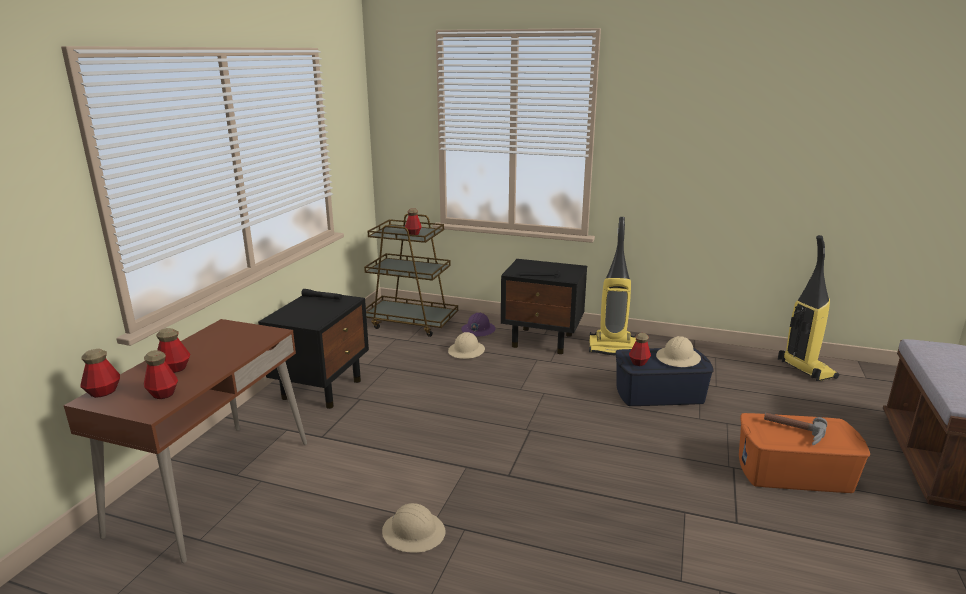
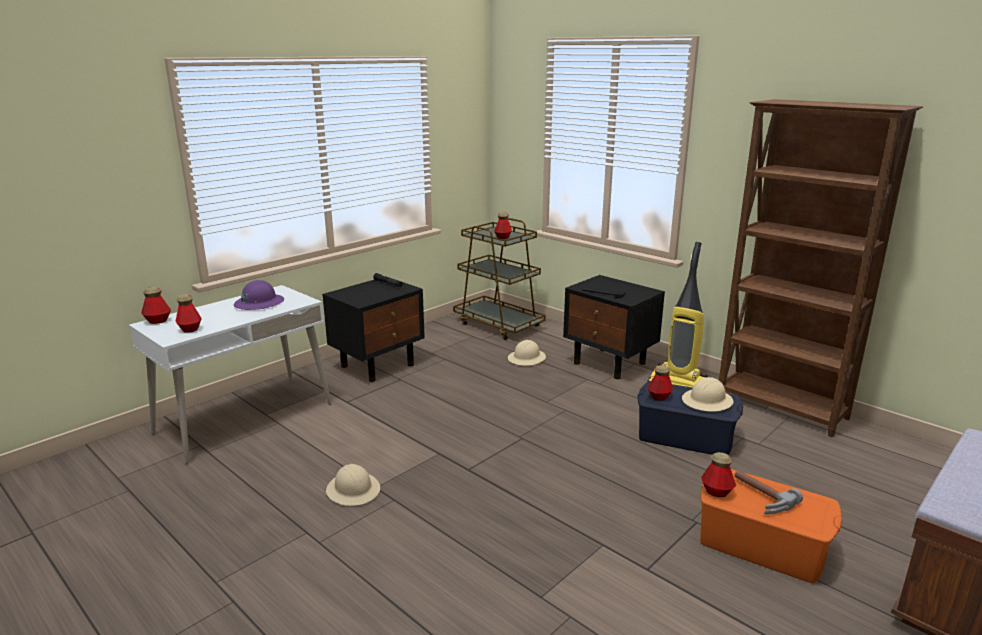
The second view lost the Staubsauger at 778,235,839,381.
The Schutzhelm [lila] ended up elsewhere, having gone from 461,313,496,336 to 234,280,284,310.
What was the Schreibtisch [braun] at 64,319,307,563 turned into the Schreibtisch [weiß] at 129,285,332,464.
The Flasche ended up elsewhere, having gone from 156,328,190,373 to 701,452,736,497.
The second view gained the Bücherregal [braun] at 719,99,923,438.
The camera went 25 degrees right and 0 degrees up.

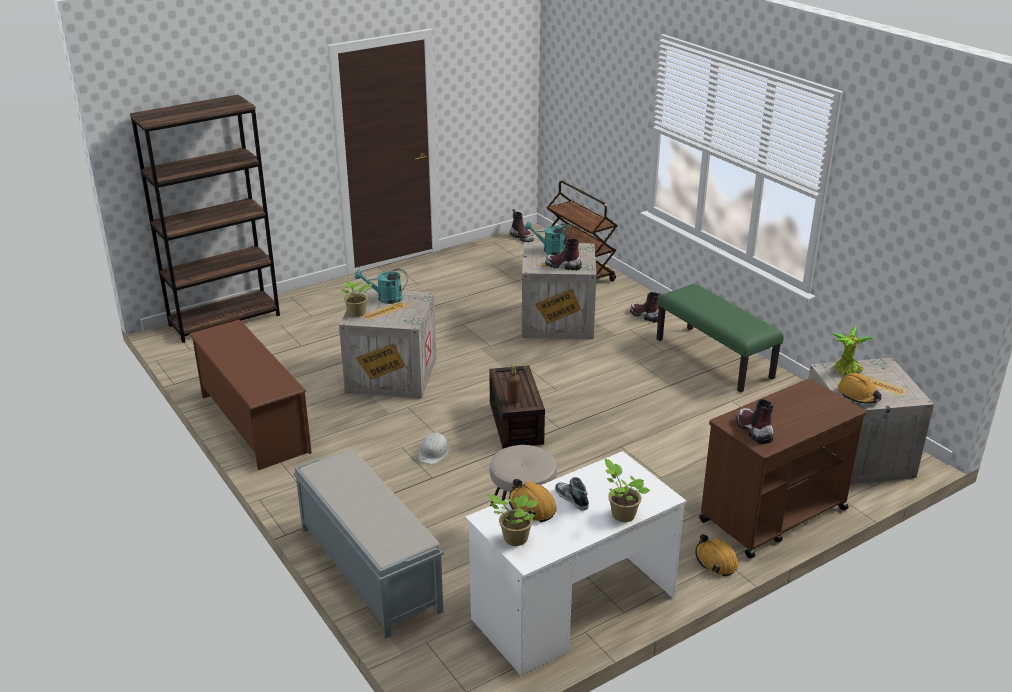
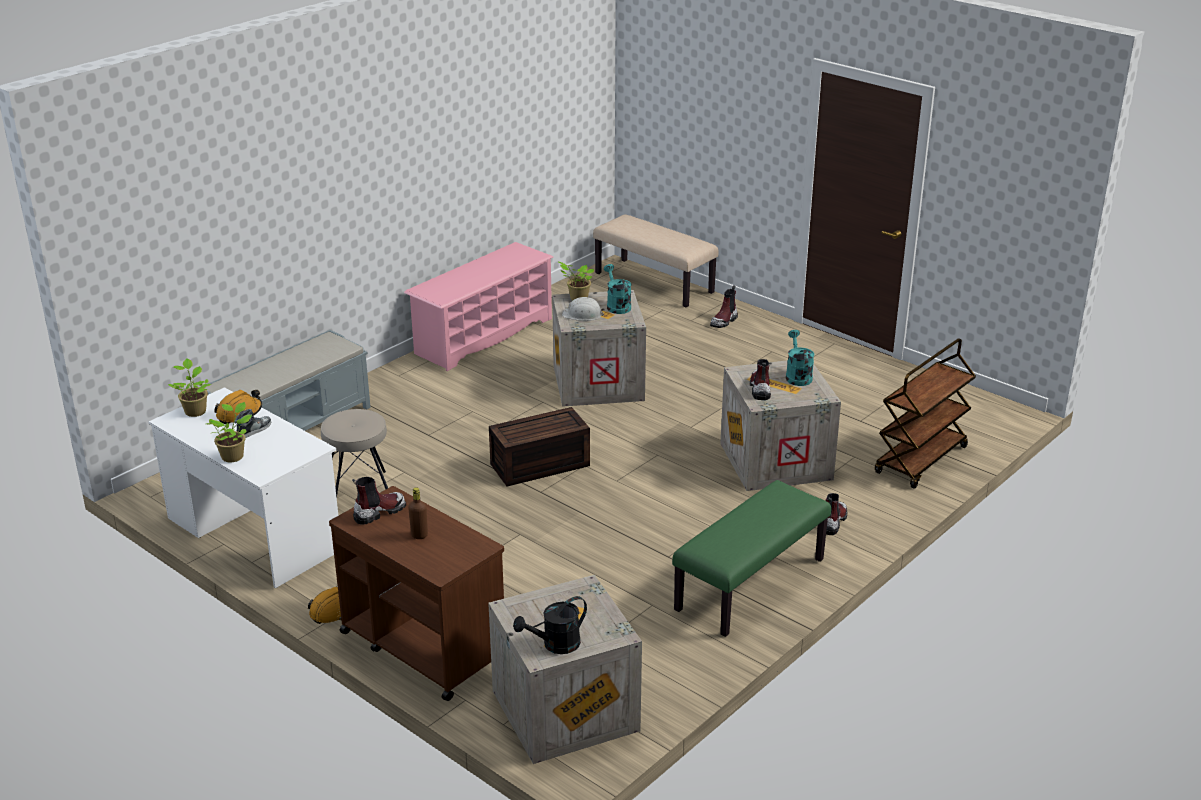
Where the Bücherregal [braun] stood at 130,95,280,343, the Bank [beige] came to stand at 593,214,719,307.
The Stiefel ended up elsewhere, having gone from 510,209,534,242 to 710,285,738,328.
What was the Schuhregal [braun] at 189,319,312,470 turned into the Schuhregal [rosa] at 404,242,553,371.
The second view lost the Topfpflanze at 830,325,874,376.
The Flasche [braun] ended up elsewhere, having gone from 507,364,520,404 to 408,487,428,539.
The second view lost the Schutzhelm [orange] at 838,373,881,404.
The Schutzhelm [weiß] ended up elsewhere, having gone from 418,433,449,464 to 562,297,605,321.
The second view gained the Gießkanne [schwarz] at 513,596,587,654.
The camera went 75 degrees right and 0 degrees up.

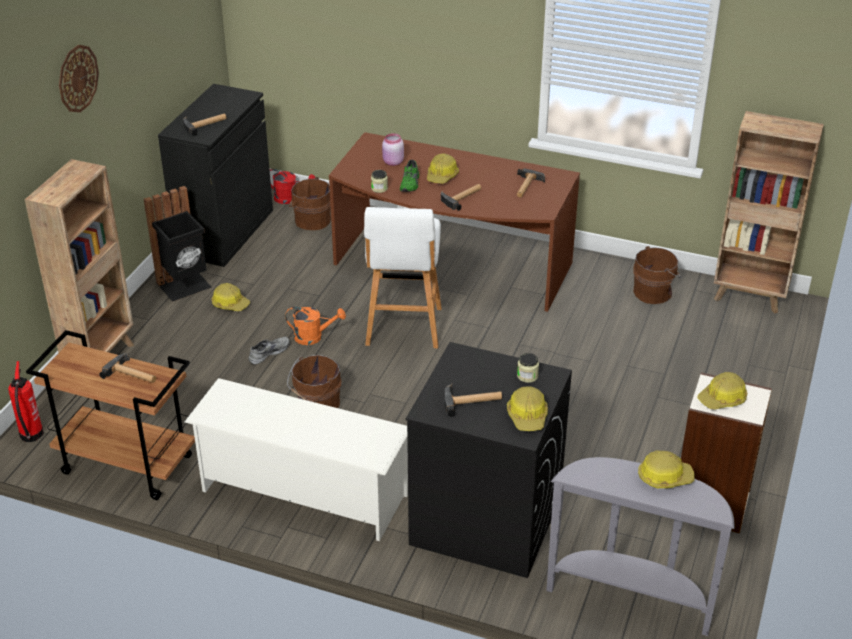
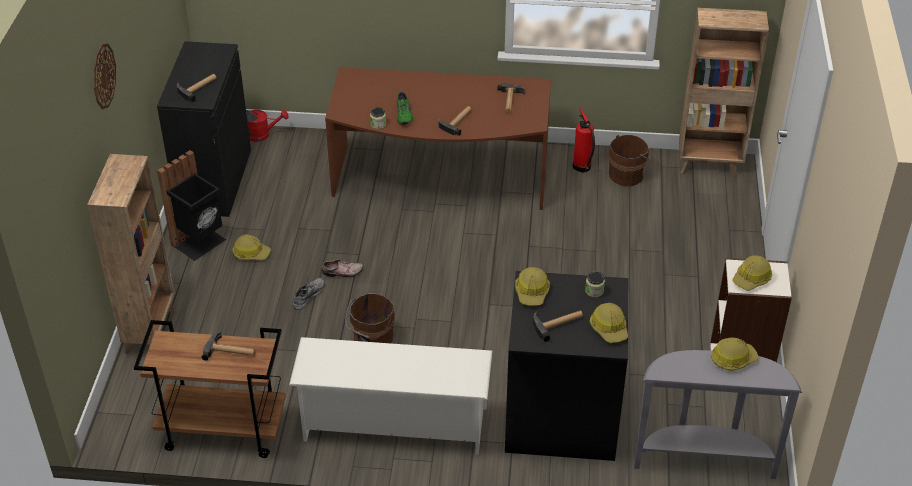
The second view lost the Vorratsglas [rosa] at 382,133,404,166.
The Schutzhelm ended up elsewhere, having gone from 427,153,459,184 to 515,267,550,306.
The second view lost the Eimer [braun] at 289,177,331,230.
The second view lost the Hocker [weiß] at 364,207,442,348.
Where the Gießkanne [orange] stood at 285,307,346,345, the Schuh came to stand at 322,259,363,278.
The Feuerlöscher ended up elsewhere, having gone from 8,361,44,442 to 573,108,595,173.
The camera went 15 degrees left and 5 degrees up.

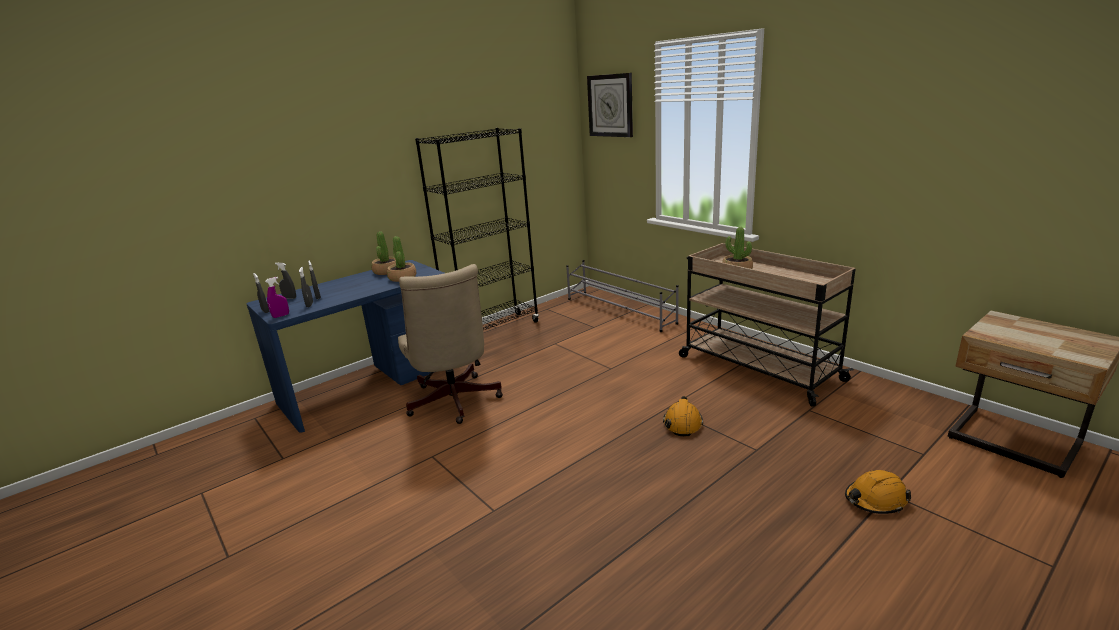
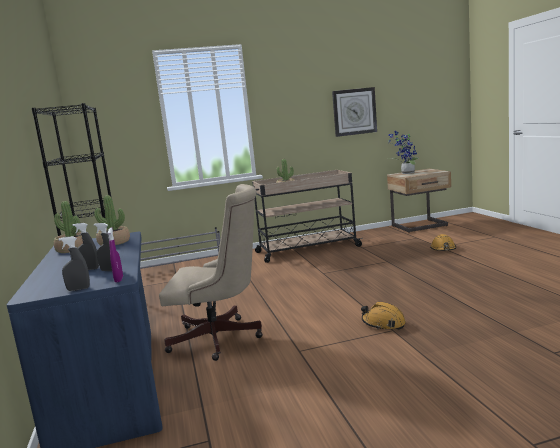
The Wanduhr ended up elsewhere, having gone from 587,73,633,137 to 332,87,377,137.
The second view lost the Sprühflasche [grau] at 275,263,296,299.
The Schutzhelm [orange] ended up elsewhere, having gone from 663,396,703,436 to 361,302,406,330.
The second view gained the Topfpflanze at 388,131,419,174.
The camera went 65 degrees left and 10 degrees down.

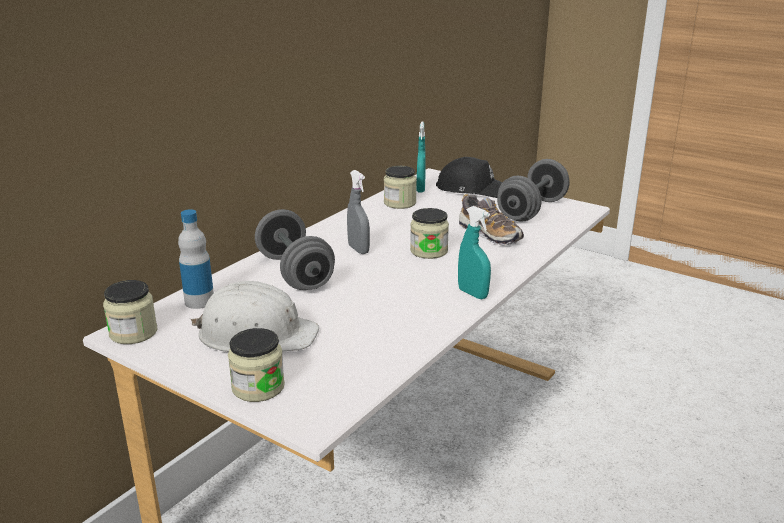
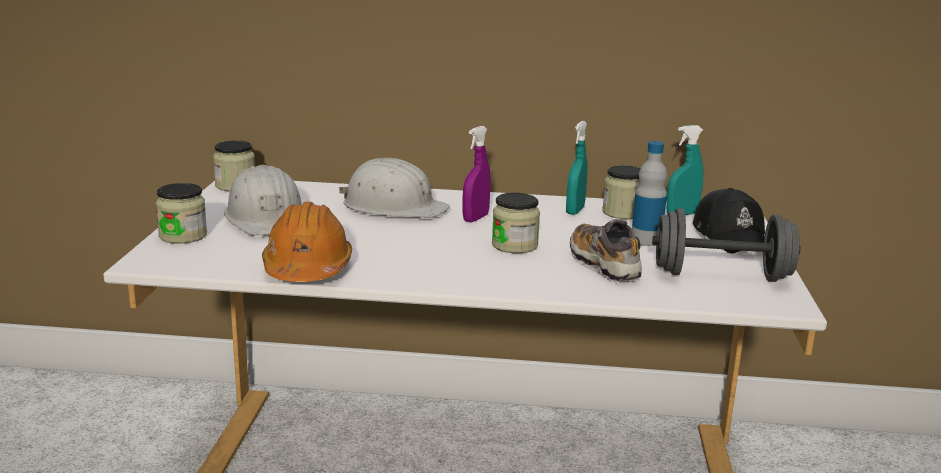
What was the Sprühflasche [grau] at 347,170,370,254 turned into the Sprühflasche [lila] at 463,126,491,222.
The Schuh at 459,194,524,246 ended up facing another way, 135 degrees clockwise from before.
The Sprühflasche [türkis] ended up elsewhere, having gone from 458,206,491,299 to 566,121,588,215.
The Flasche ended up elsewhere, having gone from 178,209,214,309 to 632,141,667,246.
Where the Hantel [grau] stood at 255,209,335,290, the Schutzhelm [weiß] came to stand at 339,158,450,218.
The second view gained the Schutzhelm [orange] at 262,202,352,282.
The camera went 60 degrees right and 5 degrees down.

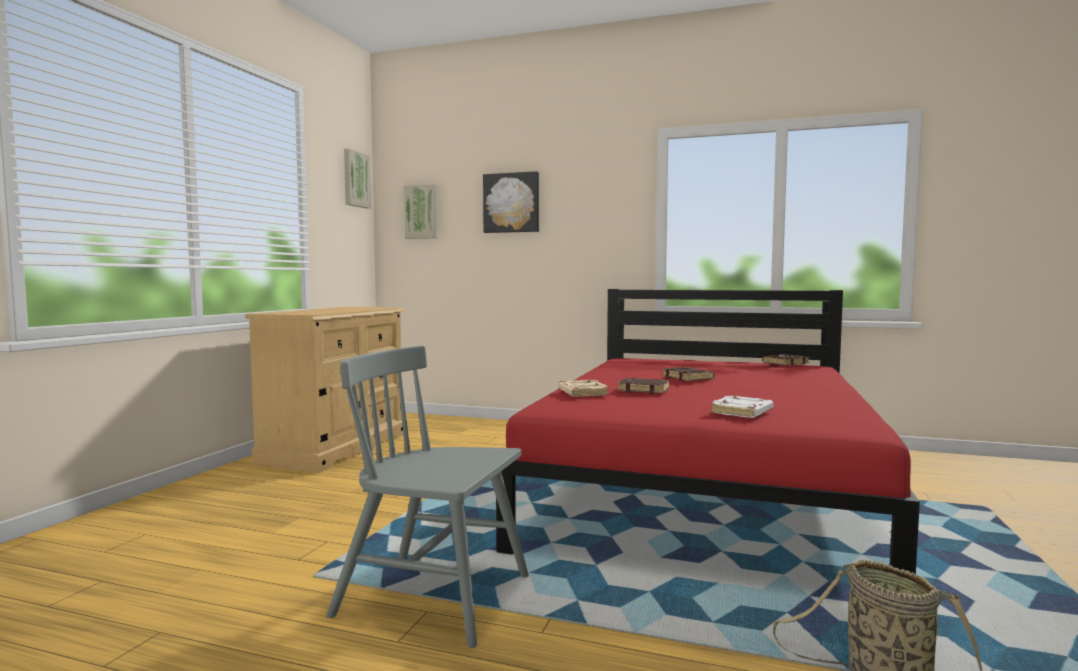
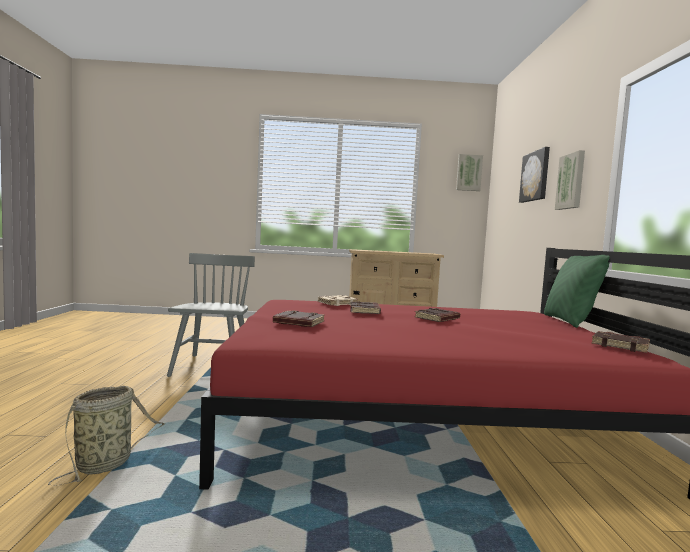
The Bild ended up elsewhere, having gone from 404,184,438,239 to 555,150,585,210.
What was the Buch [weiß] at 710,395,773,418 turned into the Buch [braun] at 273,310,325,327.
The second view gained the Kissen [grün] at 544,255,610,328.
The camera went 70 degrees right and 0 degrees up.

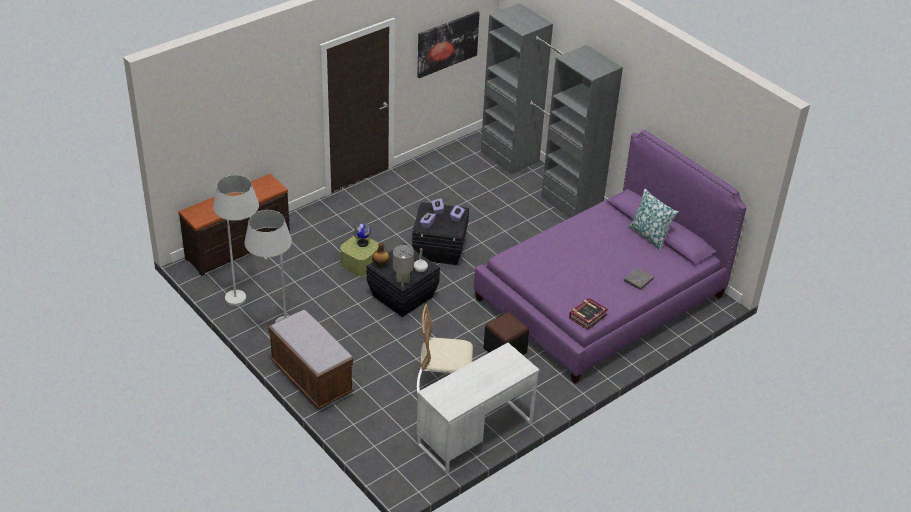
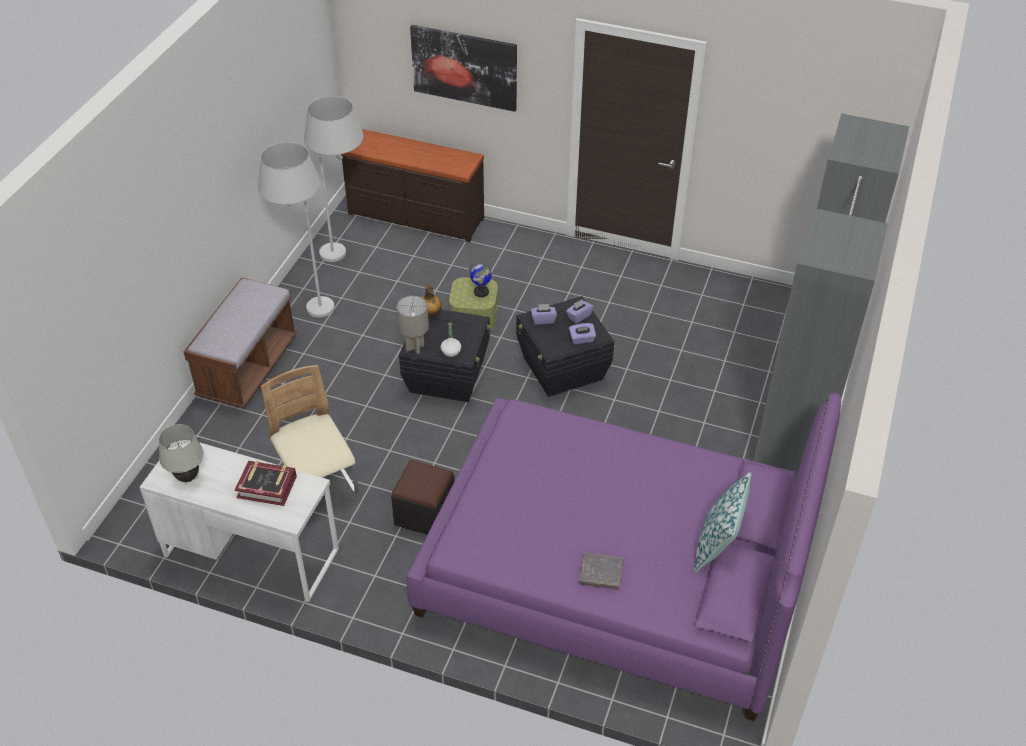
The Bild ended up elsewhere, having gone from 417,11,479,78 to 410,25,517,112.
The Buch ended up elsewhere, having gone from 569,298,608,330 to 235,461,297,506.
The second view gained the Tischlampe [weiß] at 159,424,204,482.
The camera went 60 degrees right and 5 degrees up.

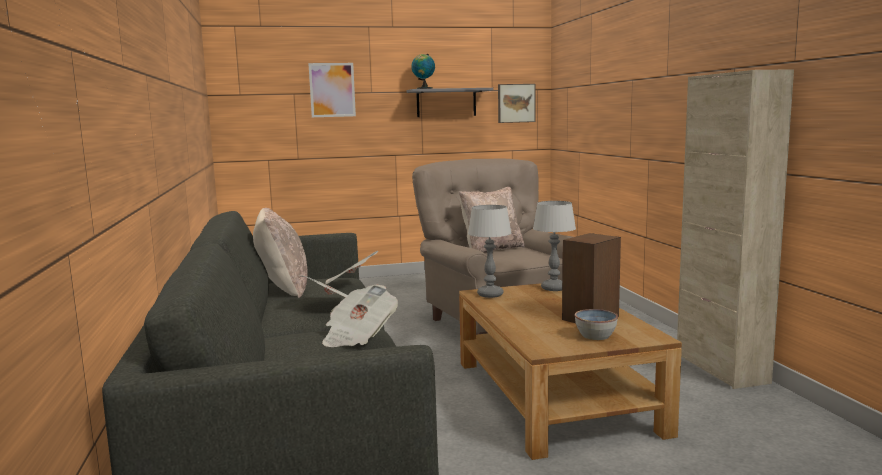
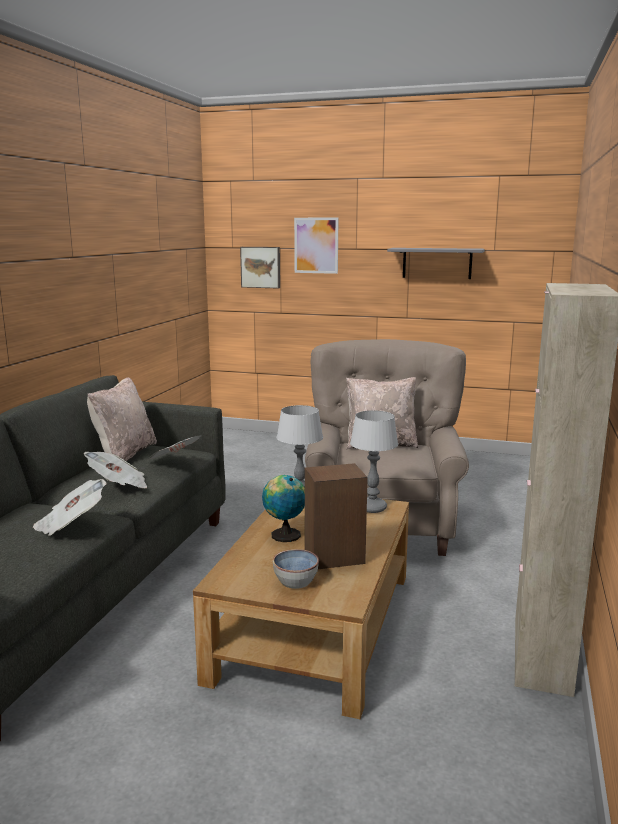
The Globus ended up elsewhere, having gone from 411,54,435,89 to 262,475,305,542.
The Bild ended up elsewhere, having gone from 498,84,535,123 to 240,247,280,289.
The camera went 30 degrees right and 5 degrees up.

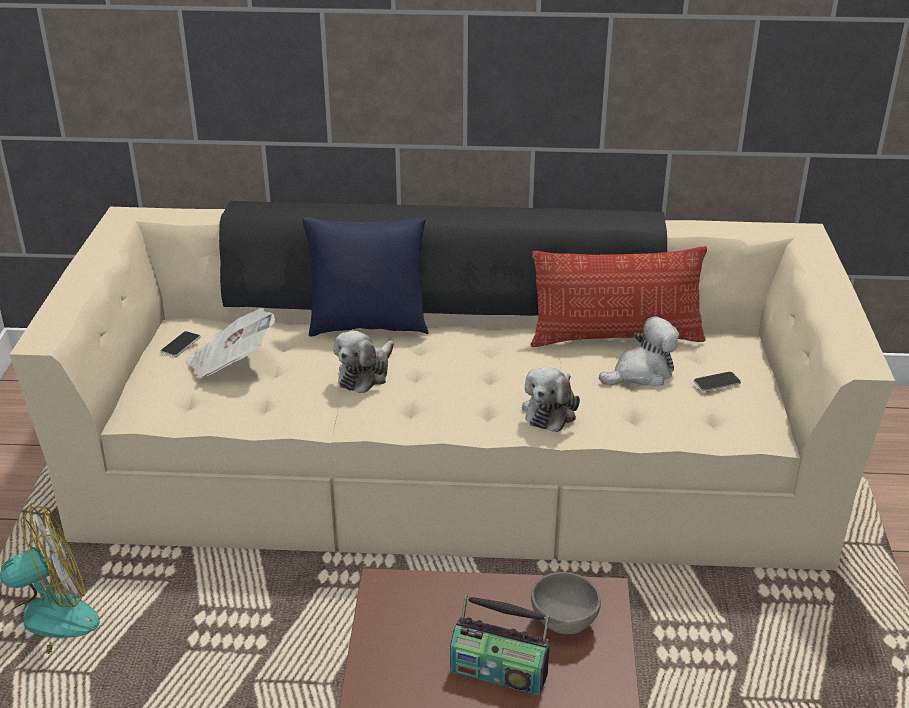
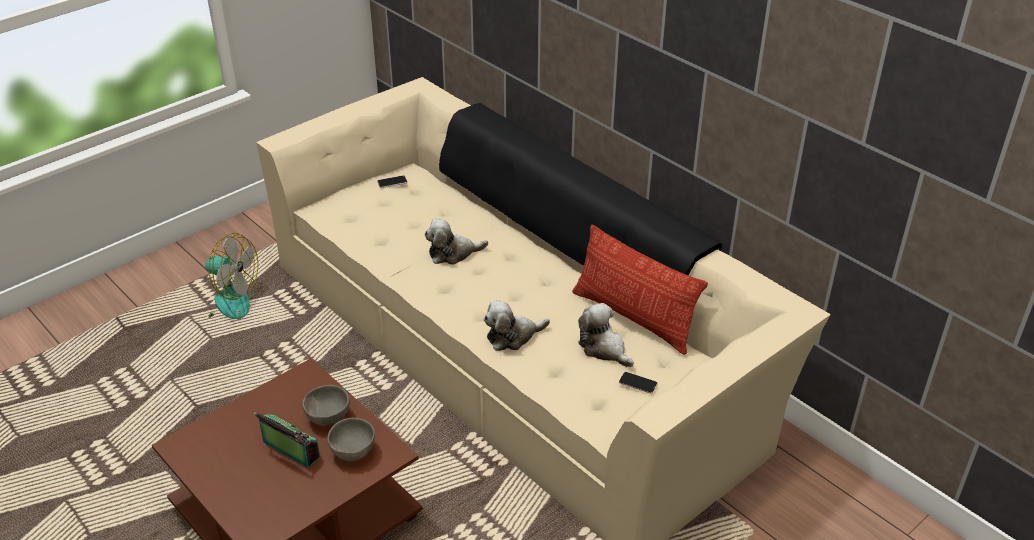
The second view lost the Kissen [blau] at 302,217,429,336.
The second view lost the Zeitung at 188,308,275,379.
The Plüschtier at 599,316,679,386 ended up facing another way, 150 degrees counterclockwise from before.
The Radio at 450,595,550,695 ended up facing another way, 150 degrees clockwise from before.
The second view gained the Schüssel [grau] at 302,385,350,426.
The camera went 45 degrees right and 5 degrees up.

